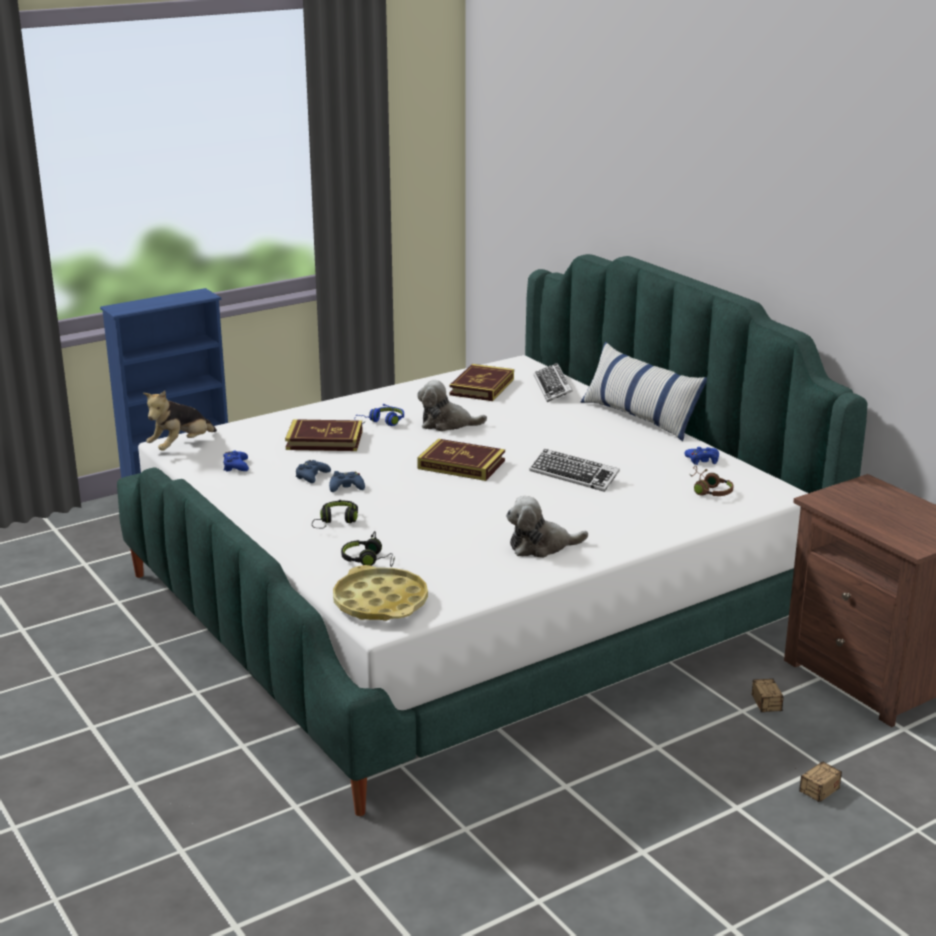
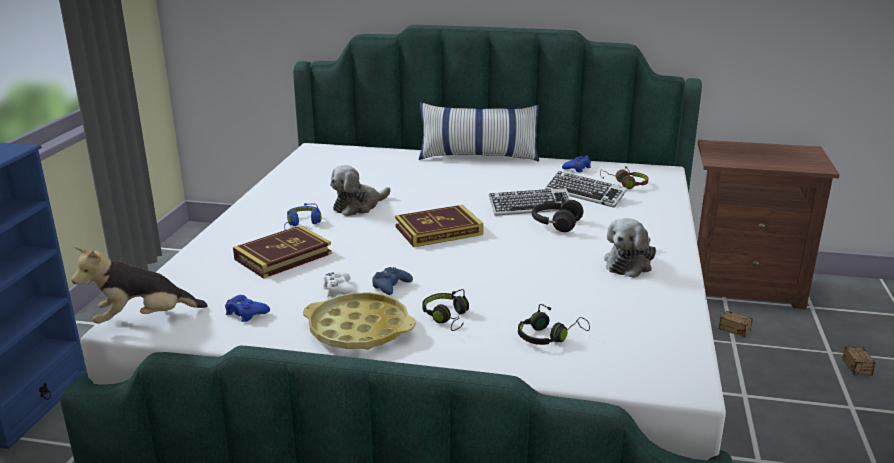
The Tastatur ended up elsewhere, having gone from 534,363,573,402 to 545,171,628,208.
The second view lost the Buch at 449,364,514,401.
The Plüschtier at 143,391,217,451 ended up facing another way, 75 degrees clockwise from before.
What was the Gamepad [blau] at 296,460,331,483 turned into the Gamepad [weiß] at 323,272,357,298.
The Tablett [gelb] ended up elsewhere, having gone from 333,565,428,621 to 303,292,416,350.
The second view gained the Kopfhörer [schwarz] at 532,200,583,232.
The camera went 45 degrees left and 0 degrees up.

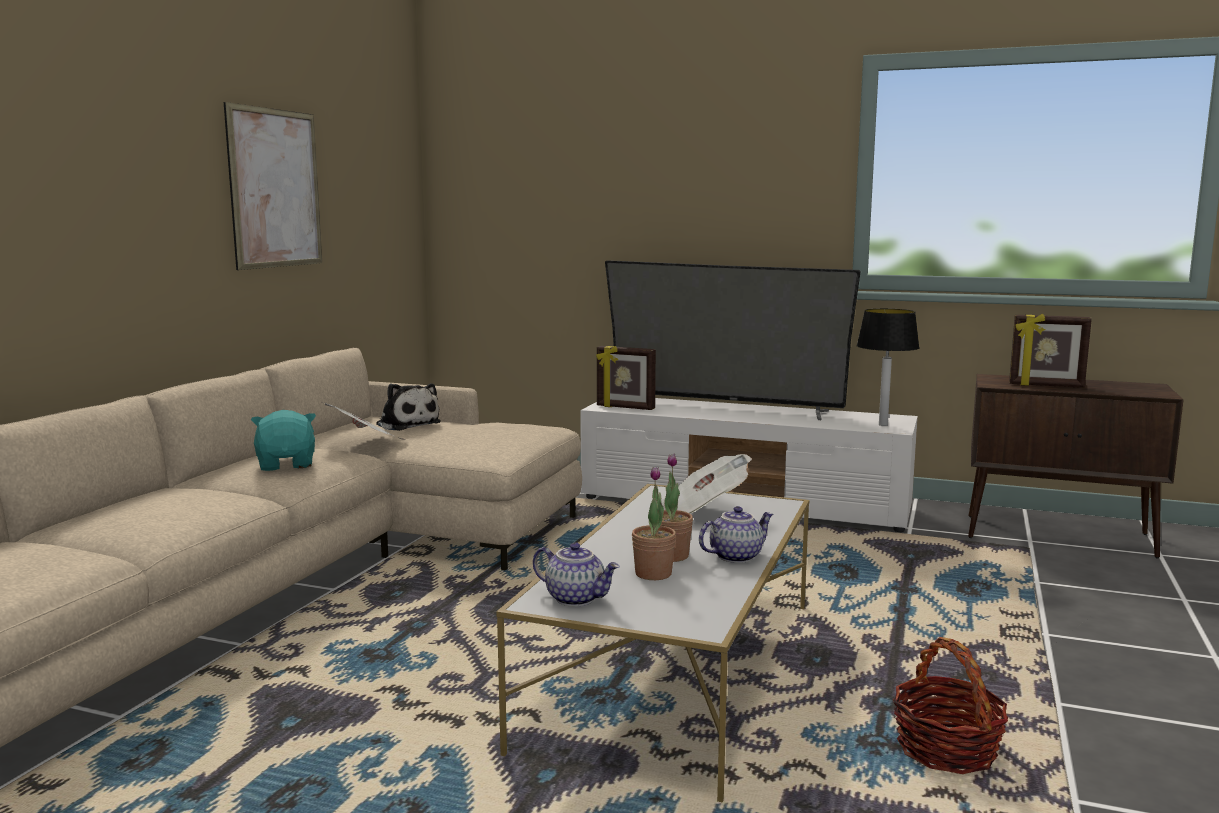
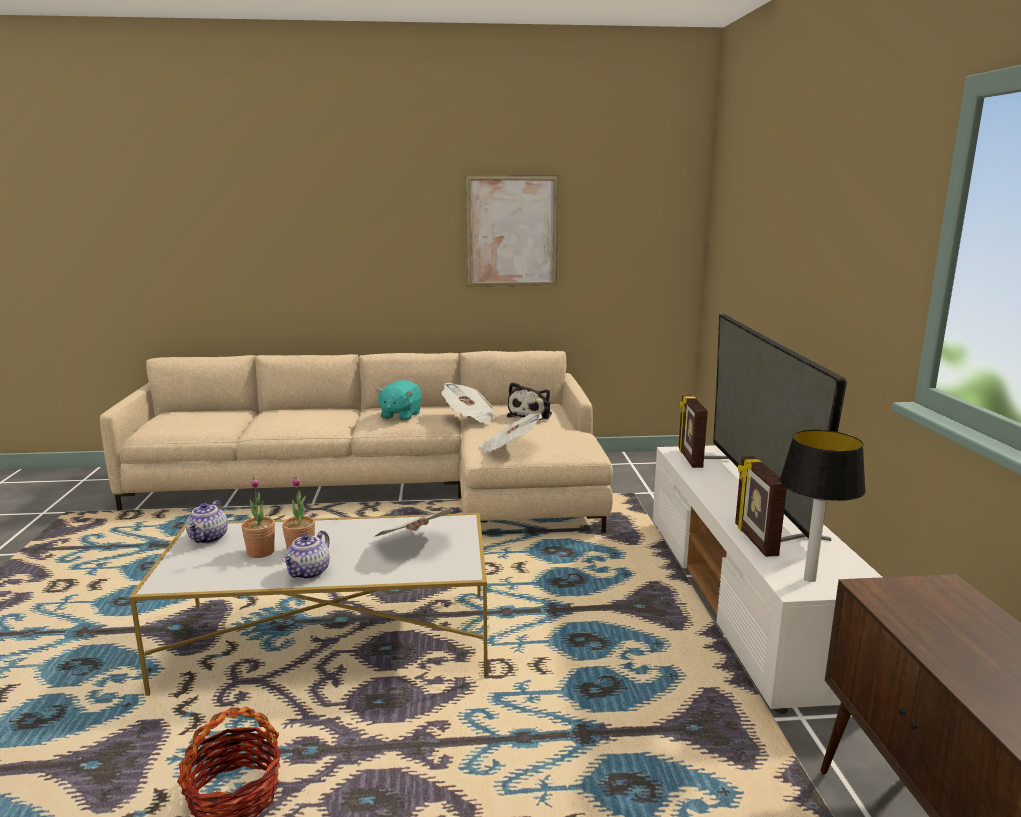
The Bilderrahmen ended up elsewhere, having gone from 1009,314,1092,388 to 735,456,787,557.
The Plüschtier [türkis] at 251,410,316,471 ended up facing another way, 150 degrees clockwise from before.
The Teekanne at 699,506,774,563 ended up facing another way, 75 degrees clockwise from before.
The second view gained the Zeitung at 479,413,542,453.
The camera went 65 degrees right and 5 degrees up.

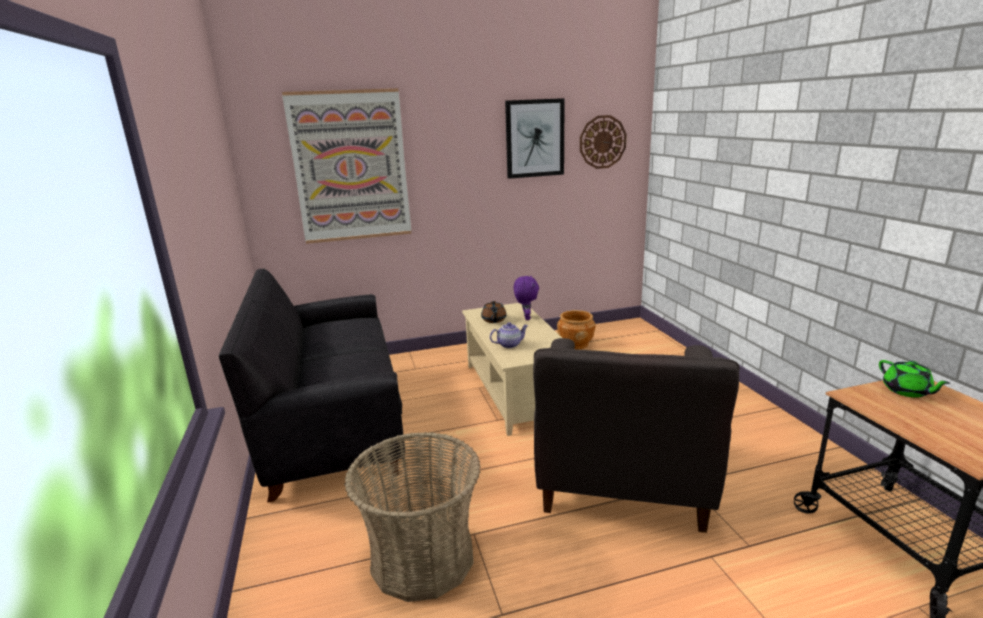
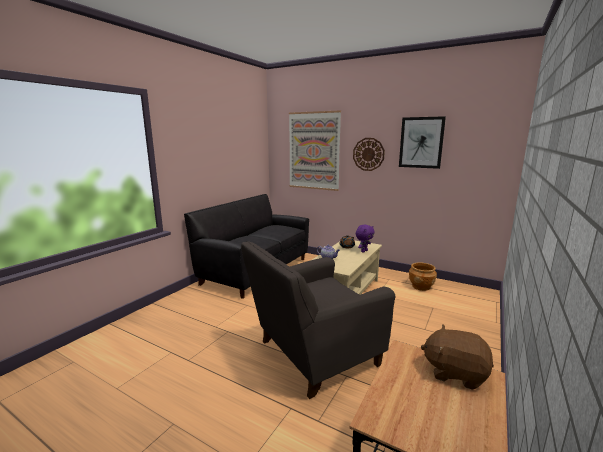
The Wanduhr ended up elsewhere, having gone from 580,115,627,169 to 353,138,385,171.
Where the Teekanne [grün] stood at 879,360,951,398, the Plüschtier [braun] came to stand at 421,324,494,390.
The second view lost the Korb at 344,432,481,602.
The camera went 45 degrees right and 5 degrees down.

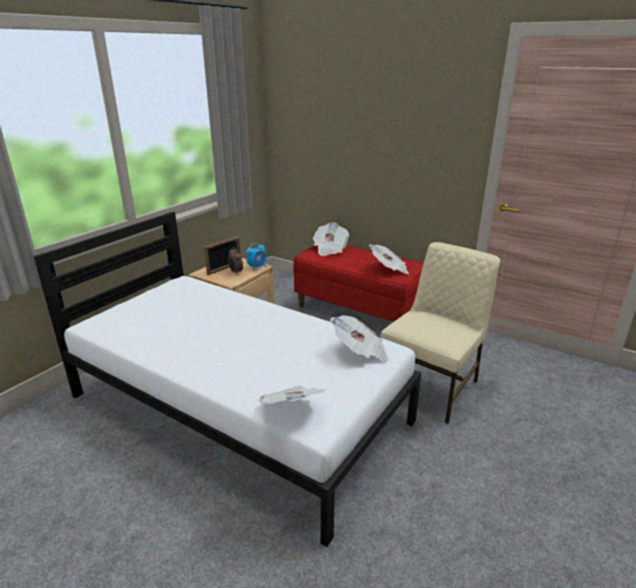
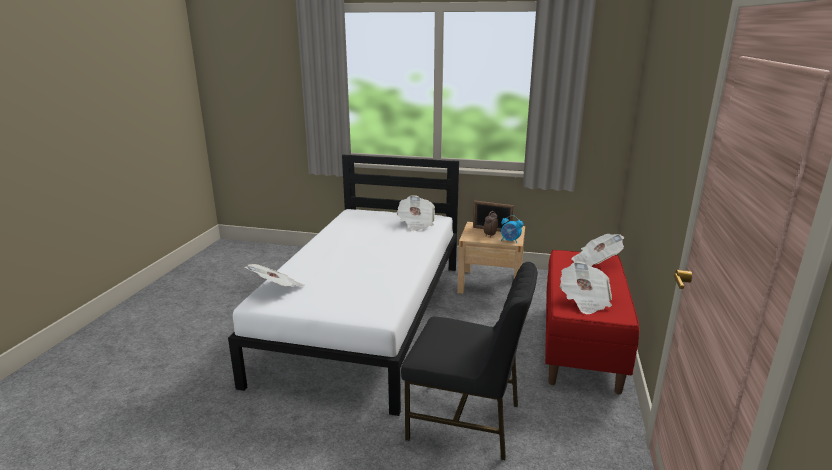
What was the Stuhl [beige] at 380,242,500,424 turned into the Stuhl [schwarz] at 401,262,538,460.
The Zeitung ended up elsewhere, having gone from 331,315,389,361 to 397,195,435,231.
The camera went 70 degrees right and 5 degrees down.

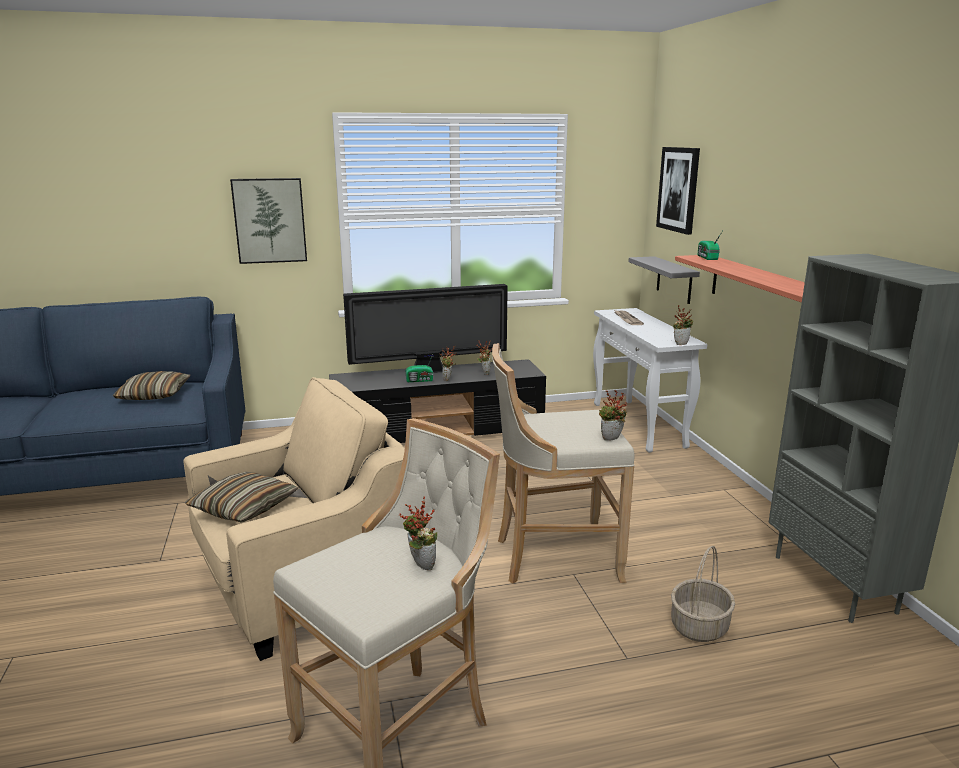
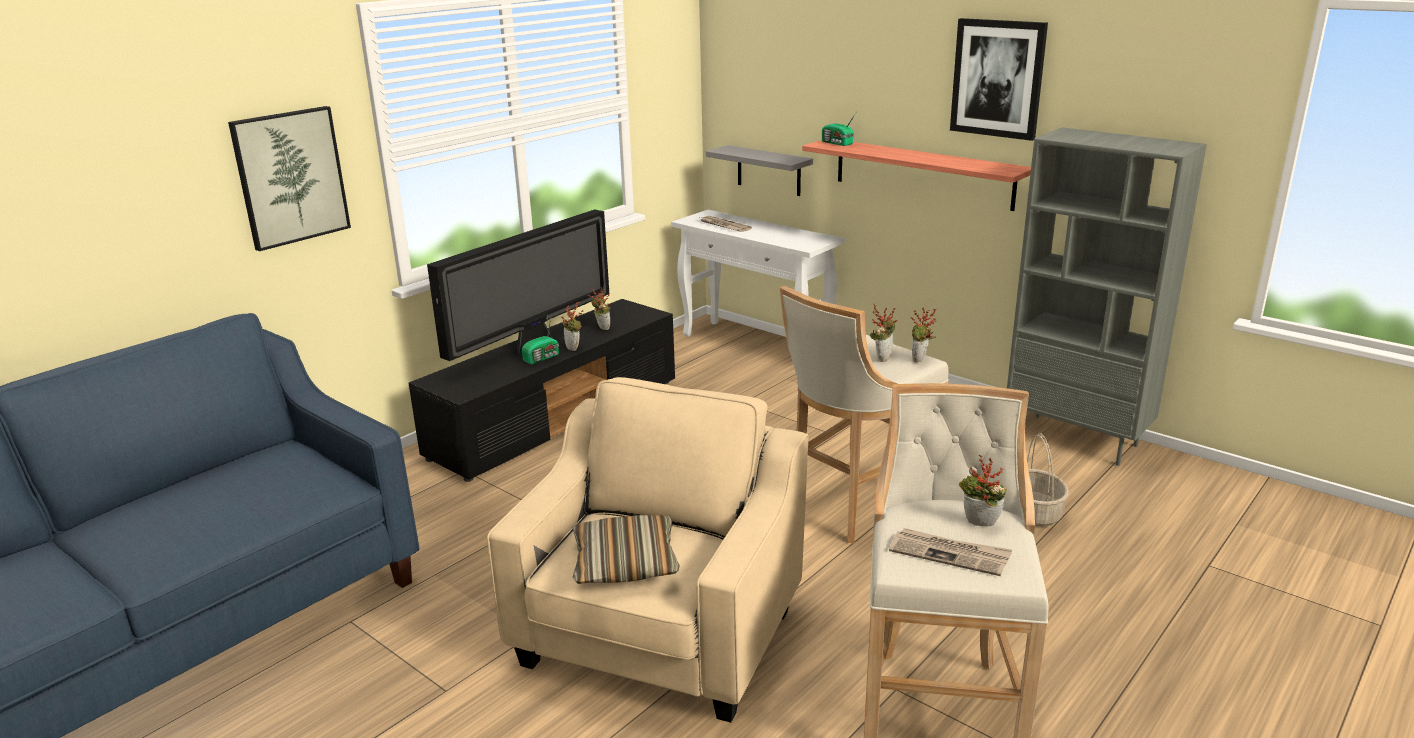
The Bild ended up elsewhere, having gone from 656,147,700,235 to 950,18,1048,141.
The Topfpflanze ended up elsewhere, having gone from 673,305,693,345 to 870,305,897,362.
The second view lost the Kissen at 113,371,190,400.
The second view gained the Zeitung at 889,528,1012,576.
The camera went 35 degrees left and 5 degrees up.

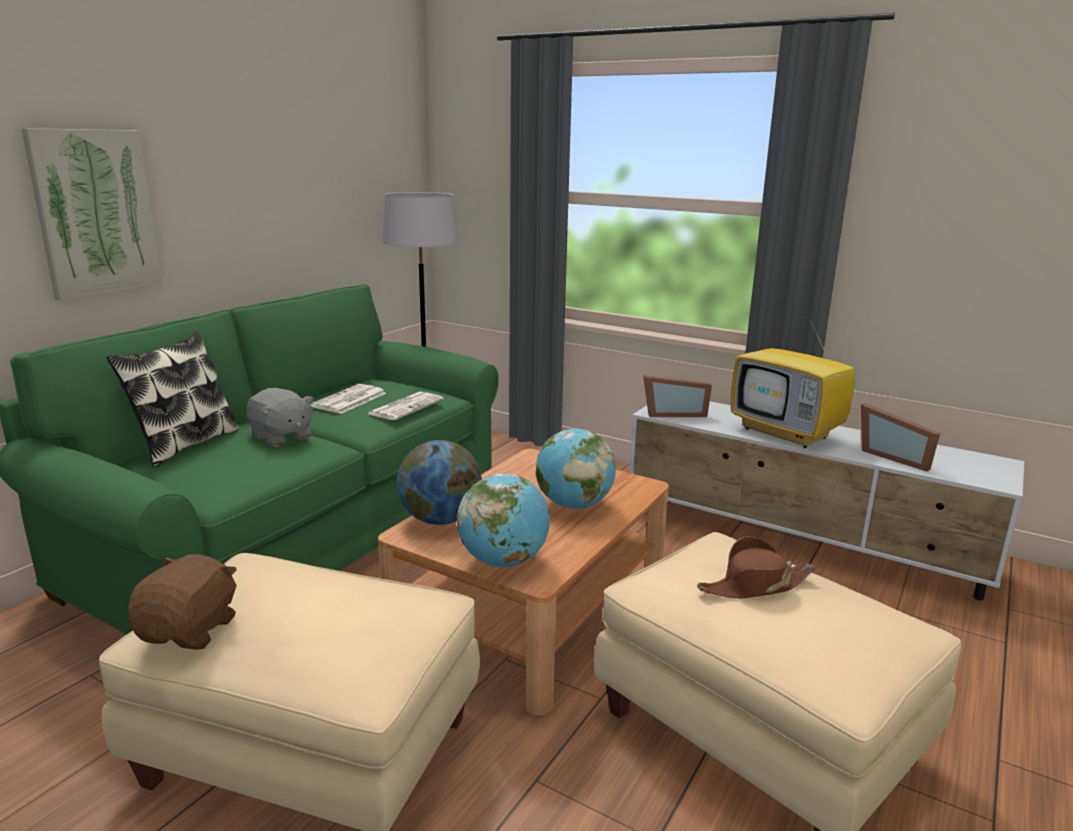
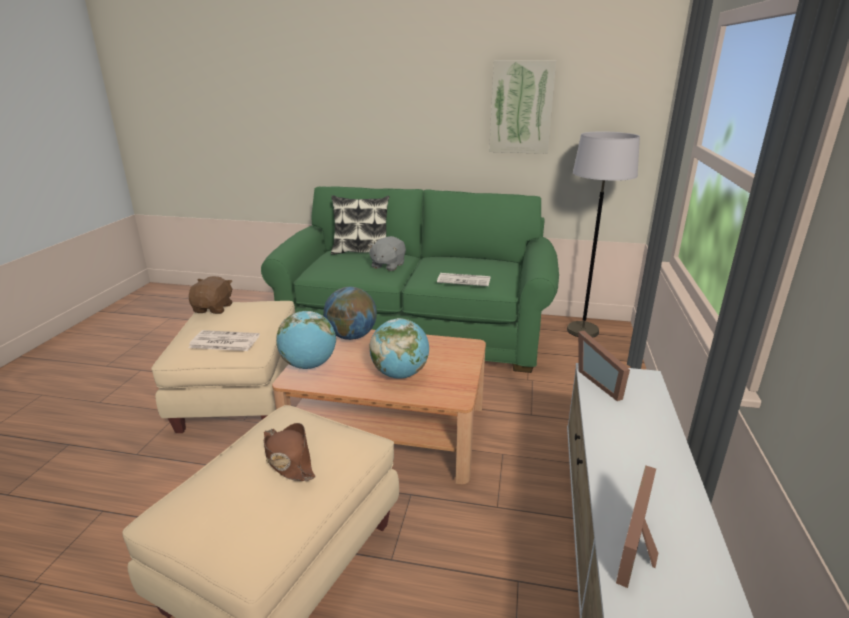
The Bild ended up elsewhere, having gone from 21,128,162,301 to 489,60,557,154.
The second view lost the Fernseher at 731,304,855,448.
The Zeitung ended up elsewhere, having gone from 310,384,386,414 to 188,330,260,351.
The Plüschtier [braun] at 127,554,237,650 ended up facing another way, 75 degrees counterclockwise from before.
The camera went 70 degrees right and 5 degrees up.

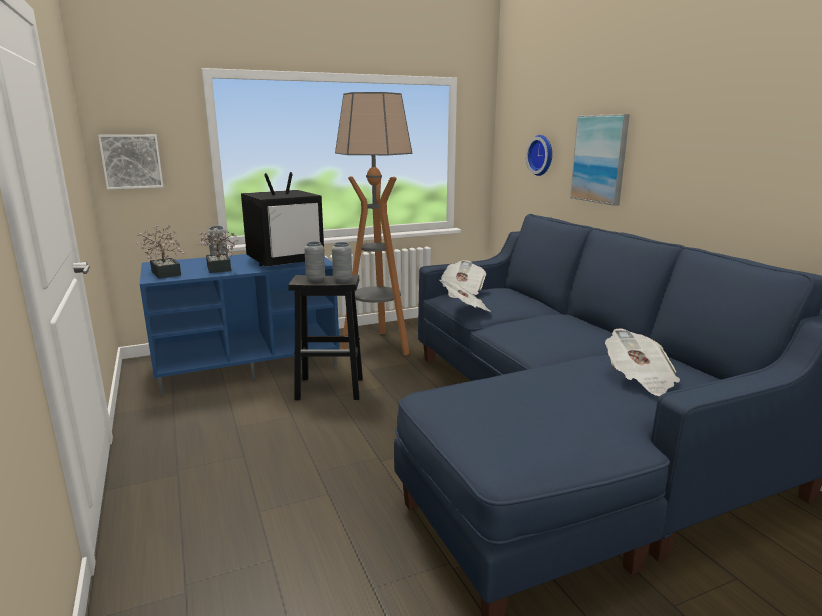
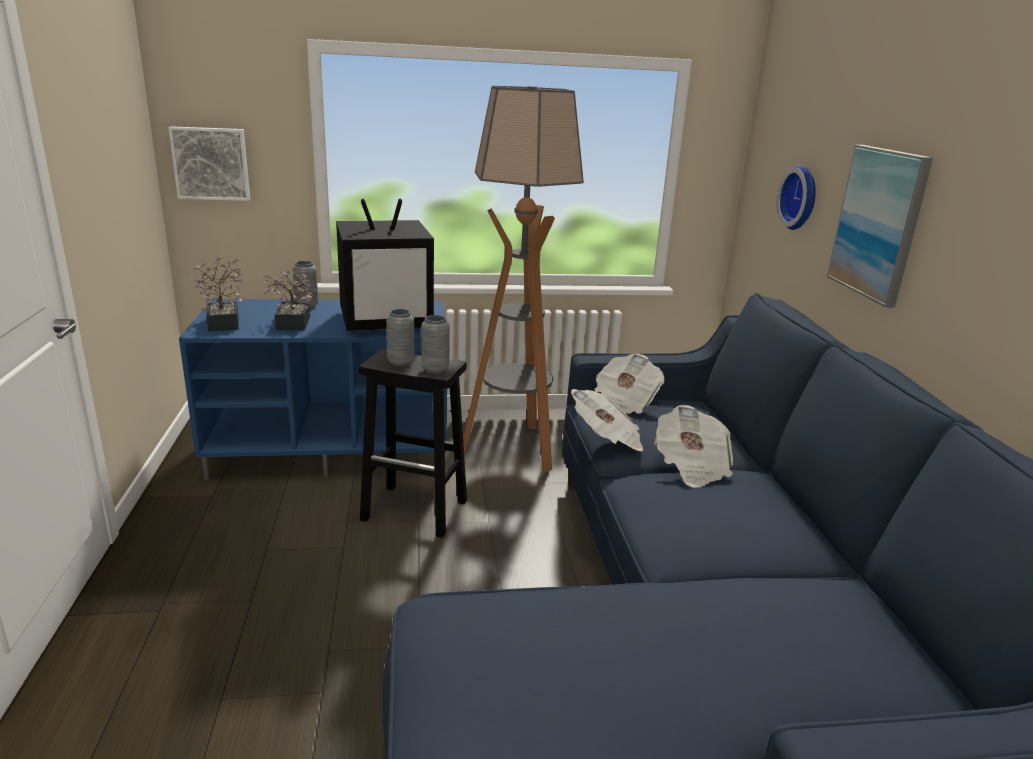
The Zeitung ended up elsewhere, having gone from 605,328,680,396 to 655,405,733,488.
The camera went 15 degrees right and 5 degrees up.

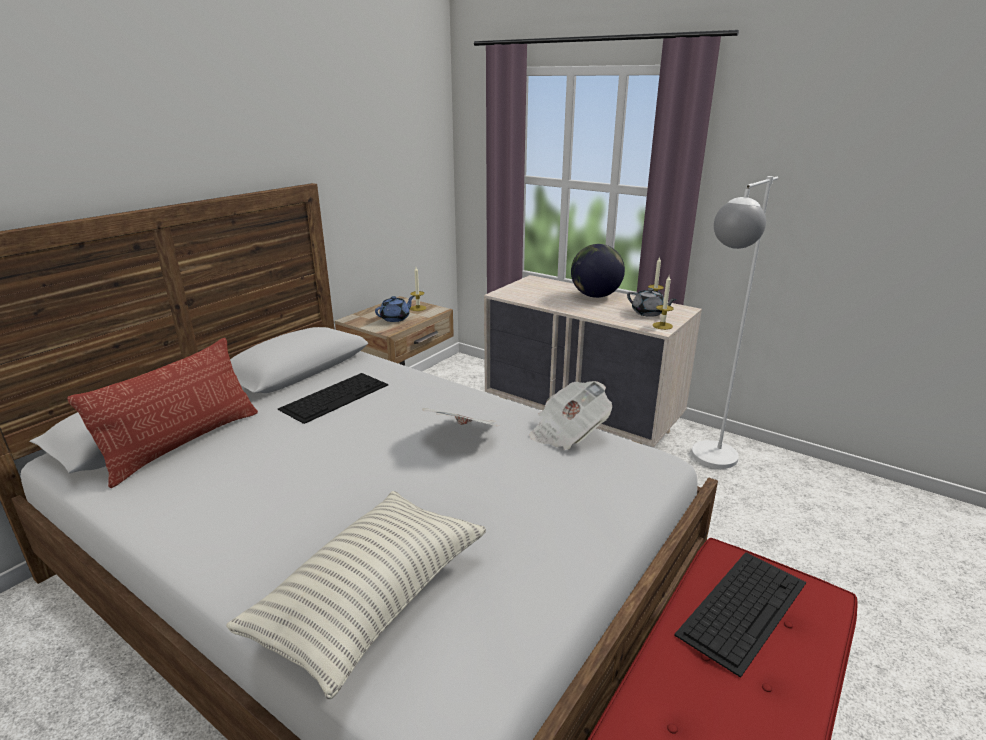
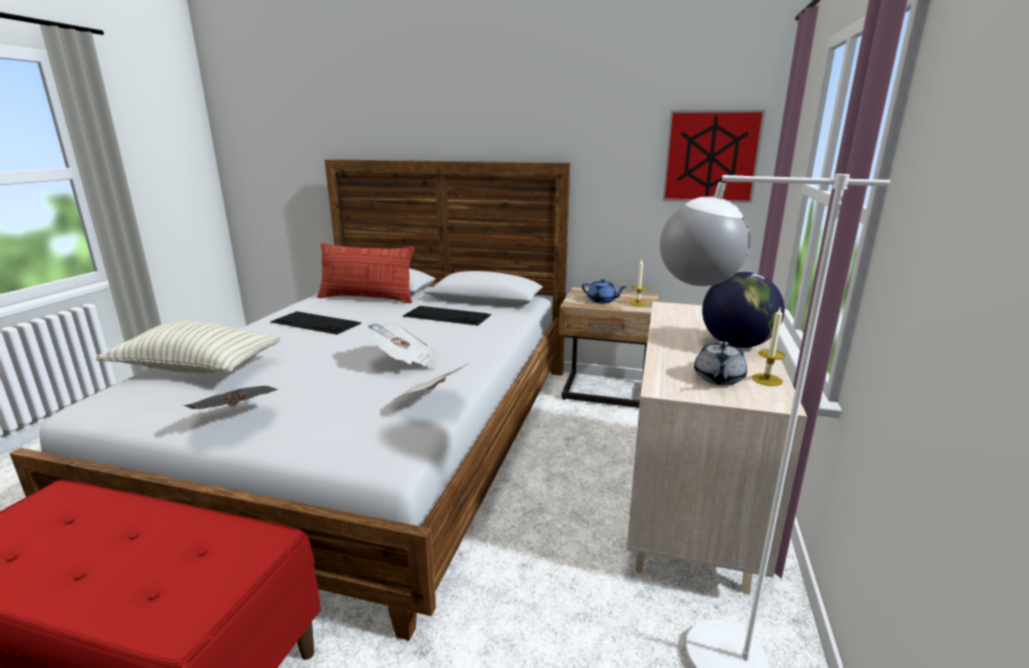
The second view lost the Kerze at 653,276,674,330.
The Tastatur ended up elsewhere, having gone from 674,552,806,678 to 270,311,362,335.
The second view gained the Bild at 663,110,765,203.
The second view gained the Zeitung at 182,386,278,409.
The camera went 70 degrees right and 5 degrees down.

